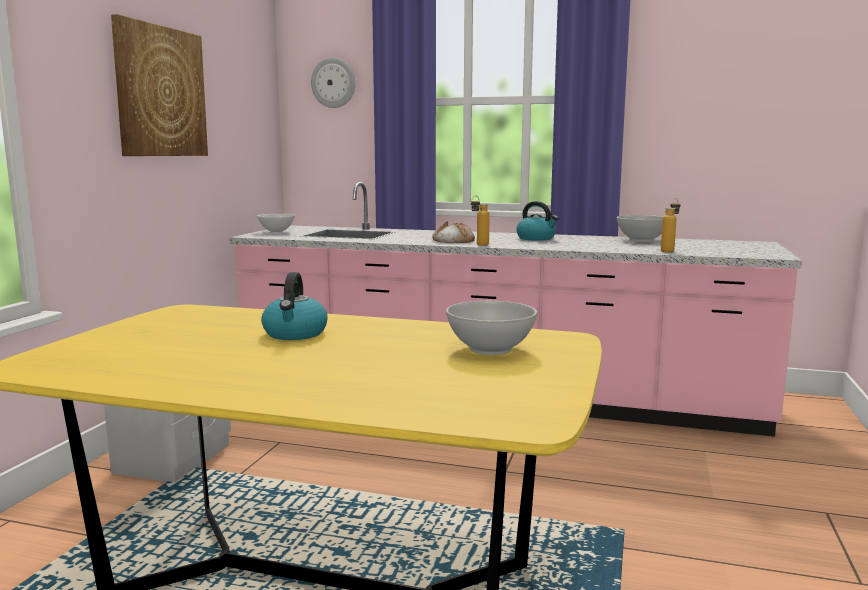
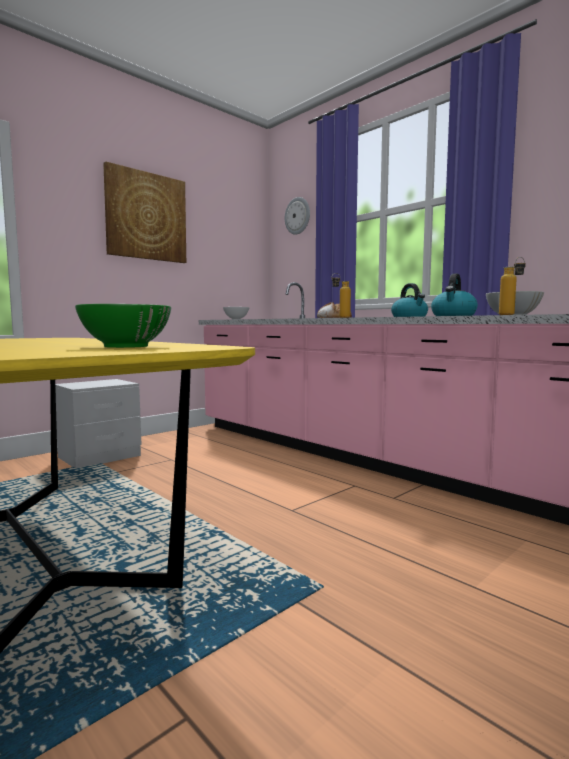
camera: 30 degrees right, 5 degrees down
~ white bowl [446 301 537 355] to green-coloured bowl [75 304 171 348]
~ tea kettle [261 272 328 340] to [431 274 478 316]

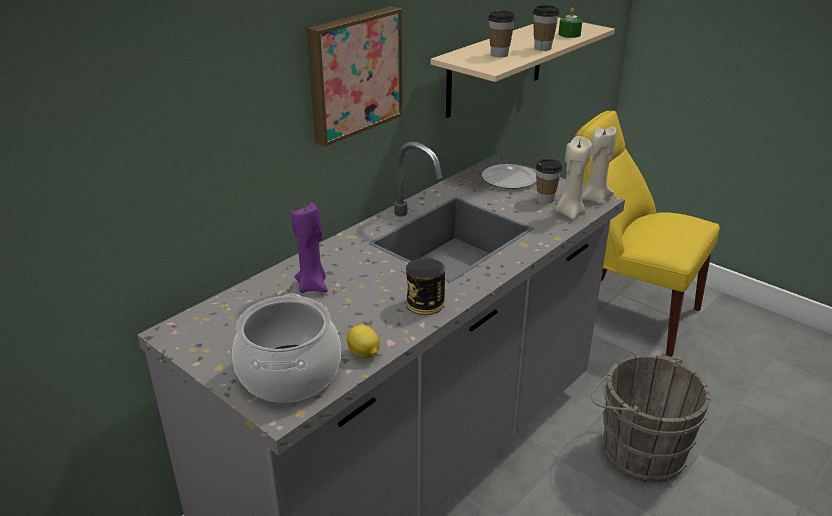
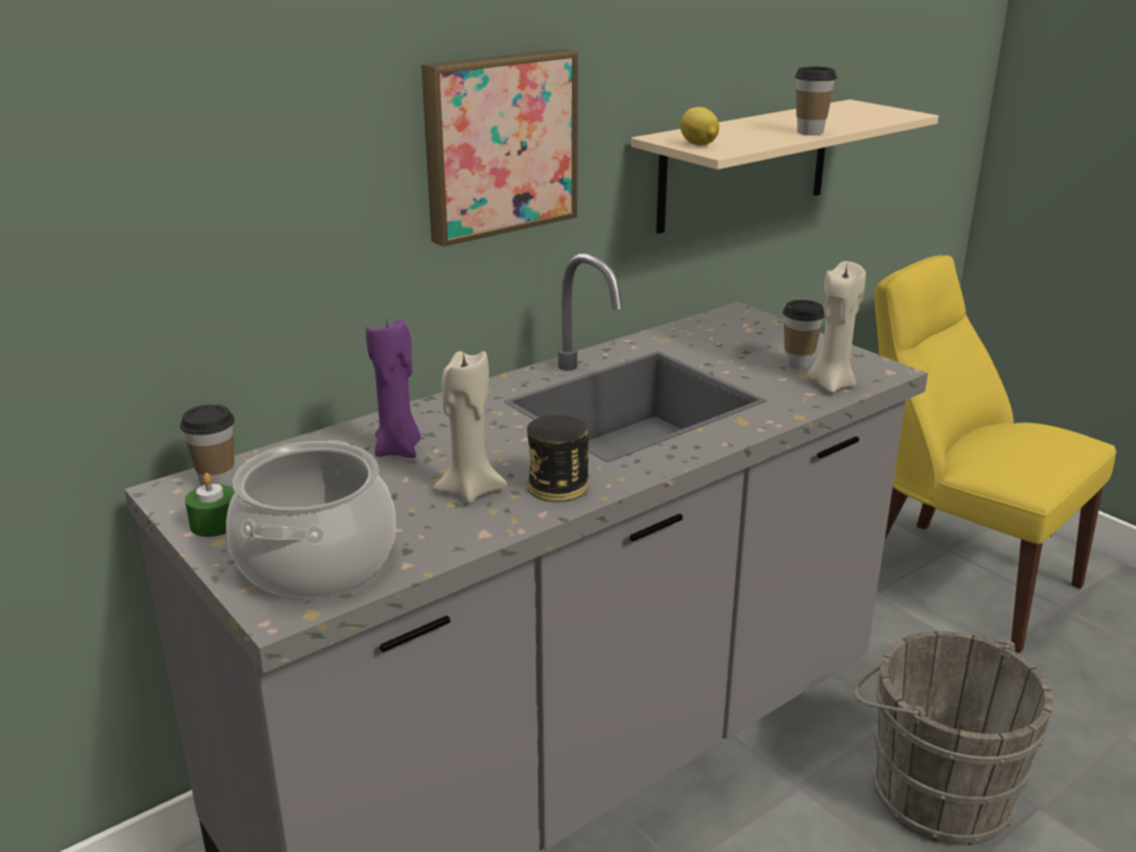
camera: 10 degrees right, 5 degrees down
~ cup [488 11 515 57] to [180 404 235 486]
~ green-coloured wax light [558 7 582 38] to [185 473 235 537]
~ beige wax light [582 126 617 204] to [433 350 507 503]
~ lemon [347 325 380 358] to [680 107 719 146]
- flat dish [482 164 536 189]

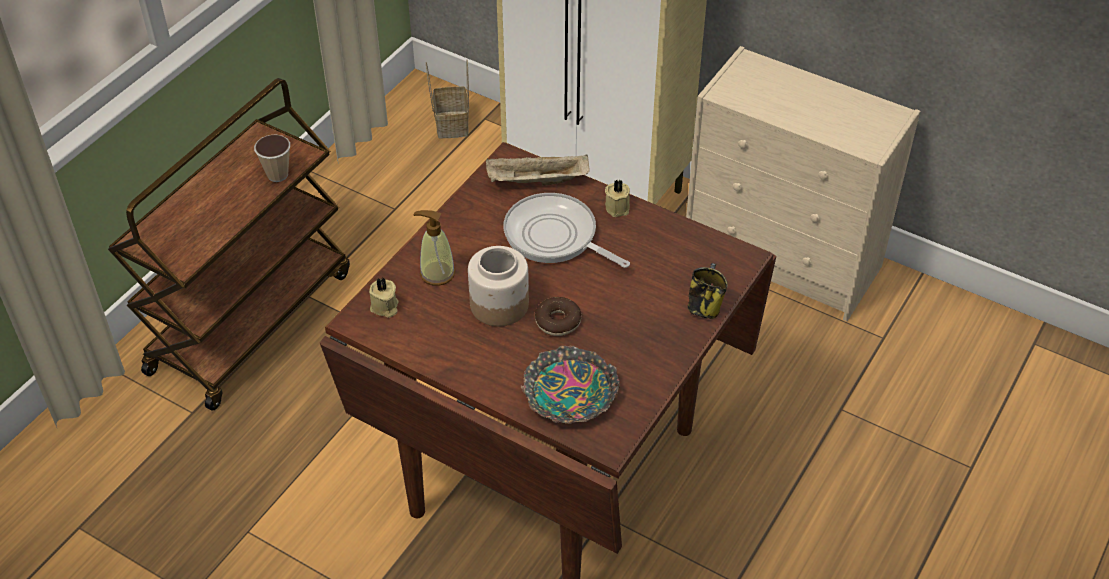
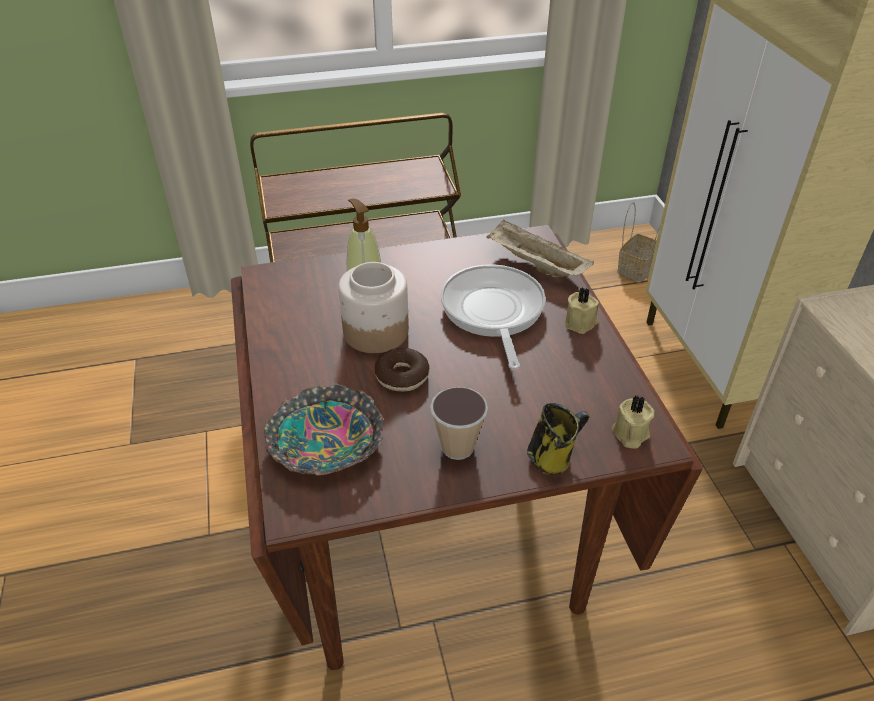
camera: 45 degrees right, 5 degrees down
~ cup [254 134 290 182] to [430 387 488 460]
~ beige wax light [369 278 399 318] to [612 395 654 449]

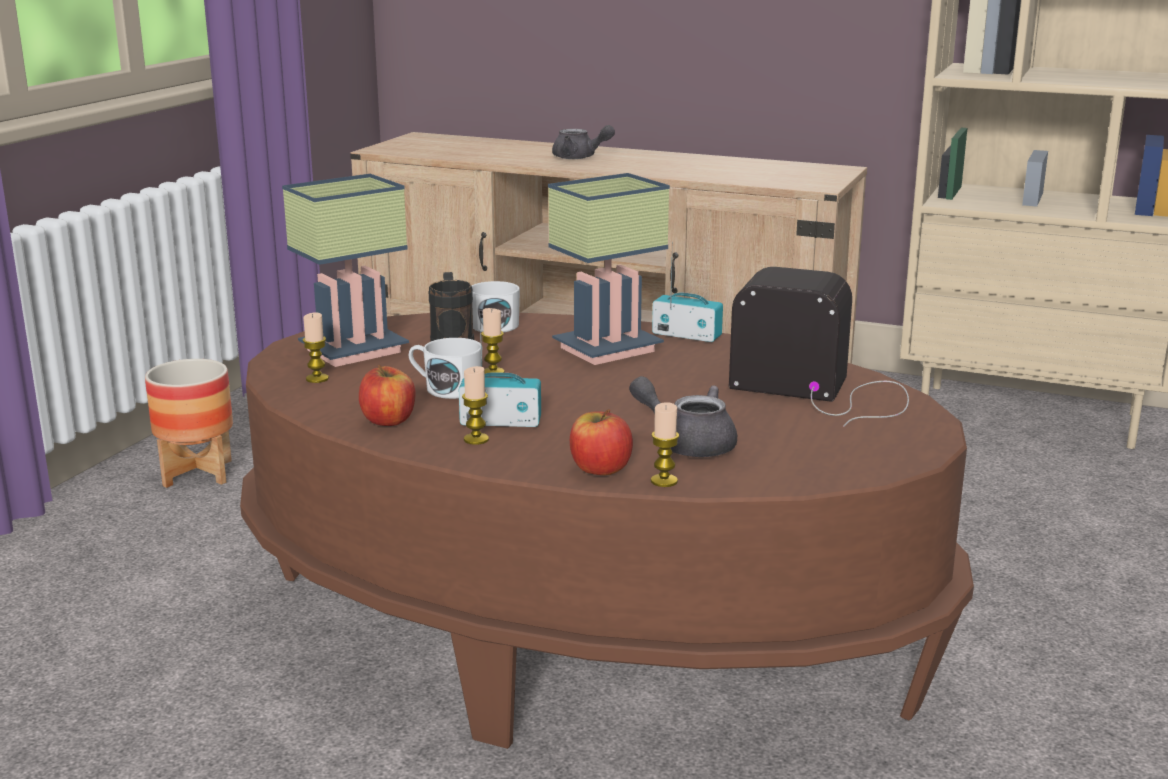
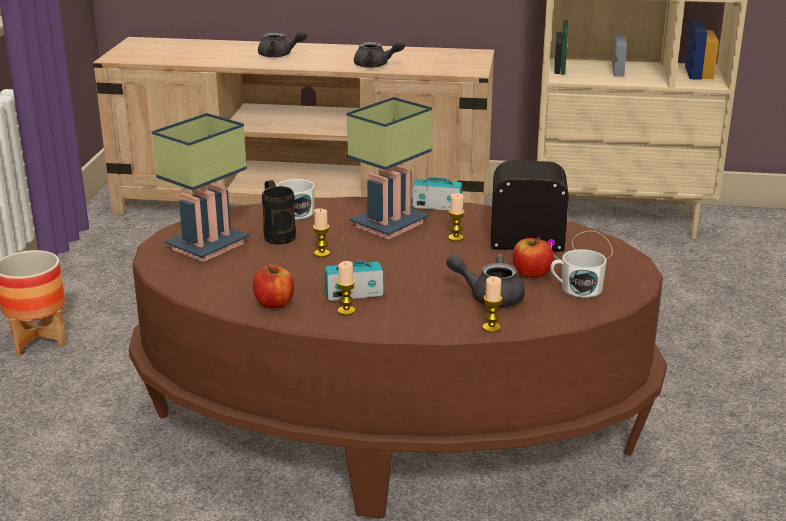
camera: 15 degrees left, 5 degrees up
+ gray pot for tea [354 39 405 68]
~ wax light [303 312 329 383] to [448 193 465 241]
~ apple fruit [570 409 633 475] to [513 237 554 278]
~ white coffee mug [409 338 481 399] to [550 249 607 298]

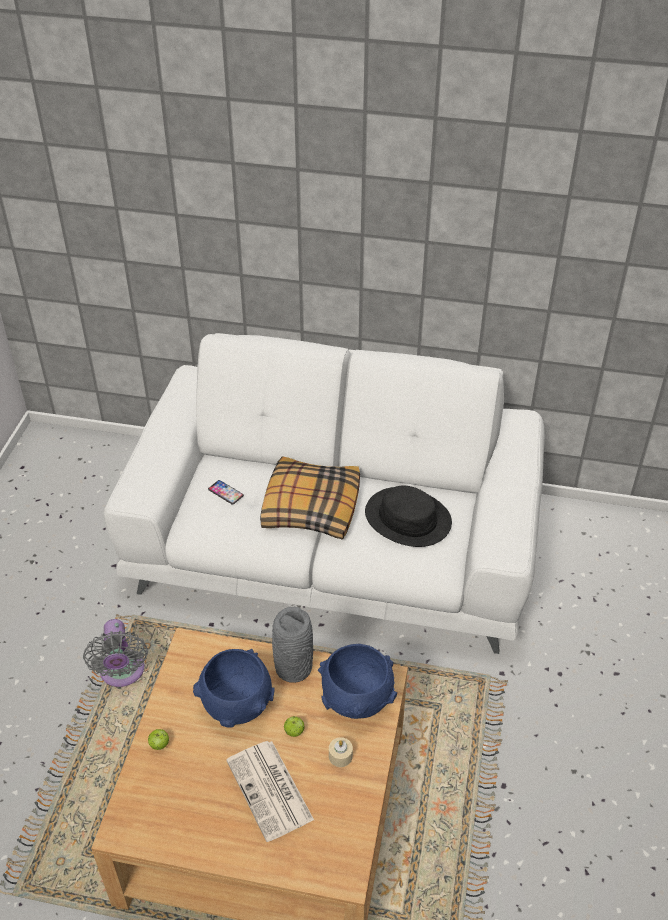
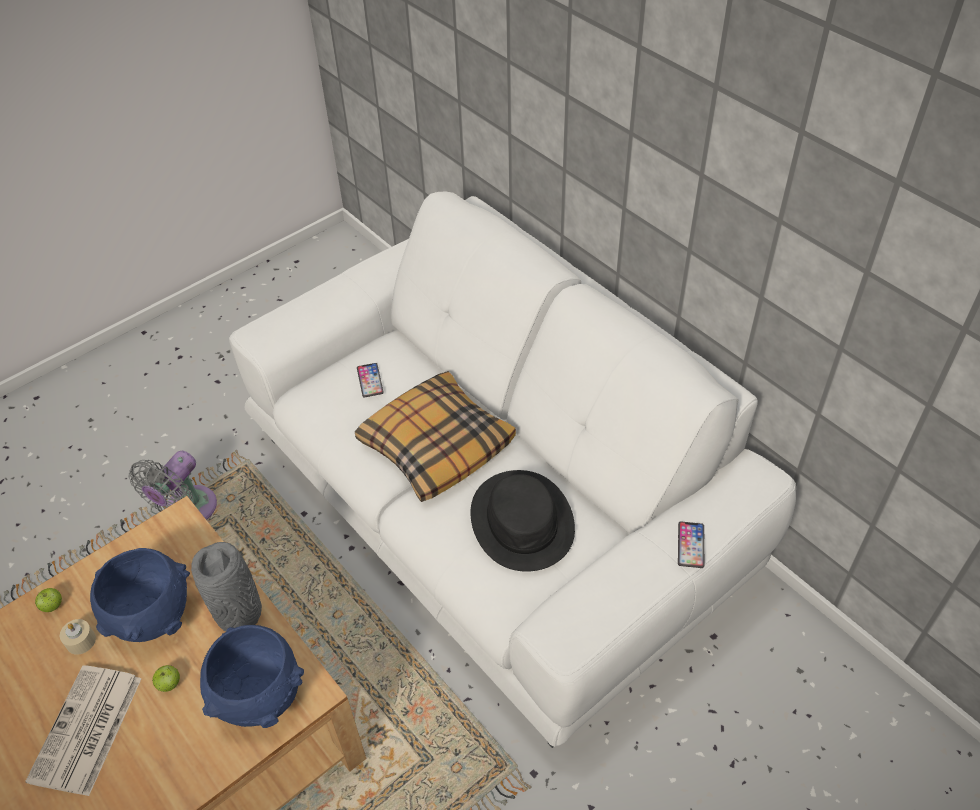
camera: 40 degrees right, 5 degrees up
~ beige wax light [329 737 353 767] to [60 619 96 655]
+ handset [678 522 704 568]

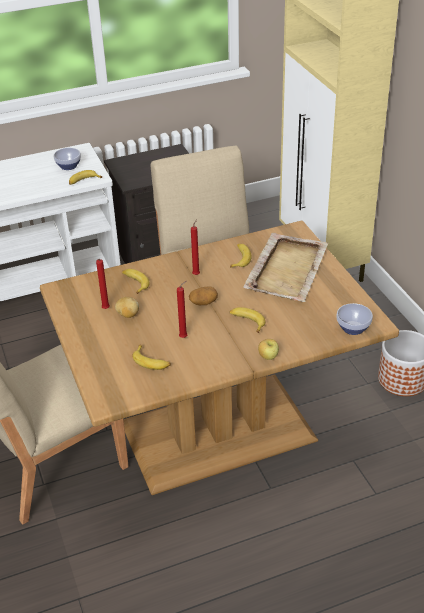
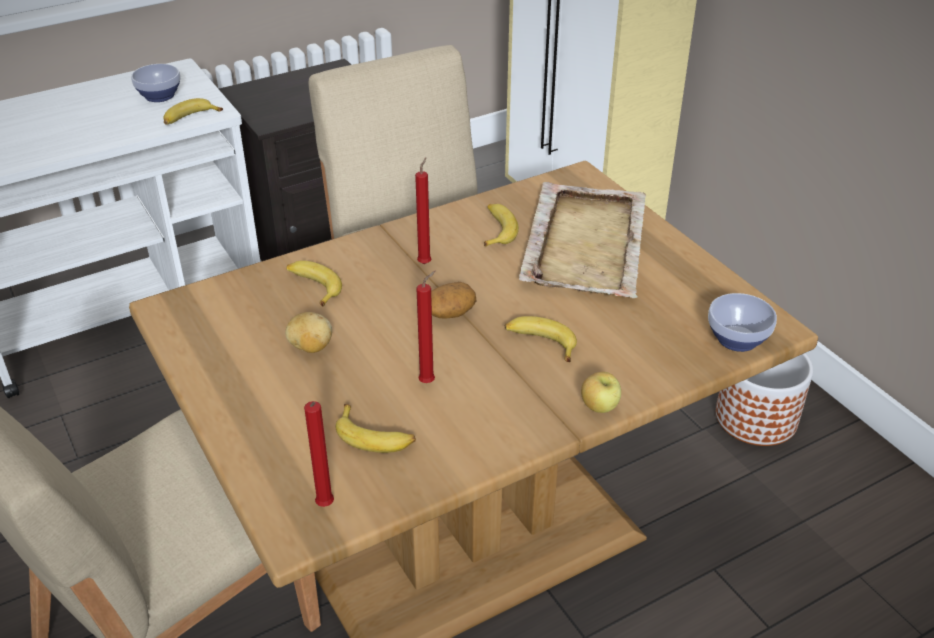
camera: 10 degrees left, 0 degrees up
~ red wax light [96 259 110 309] to [304 401 334 507]

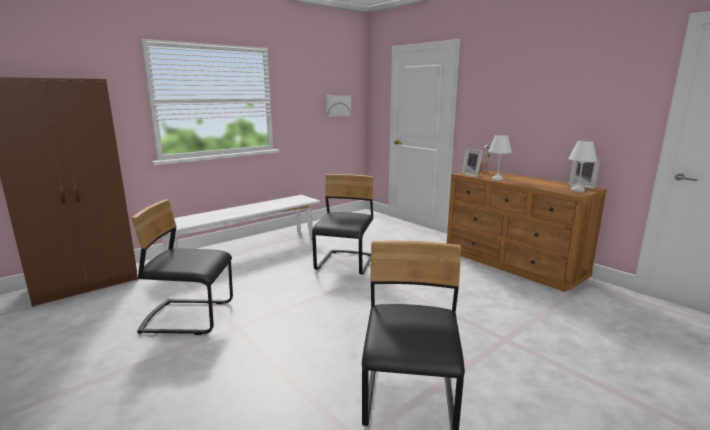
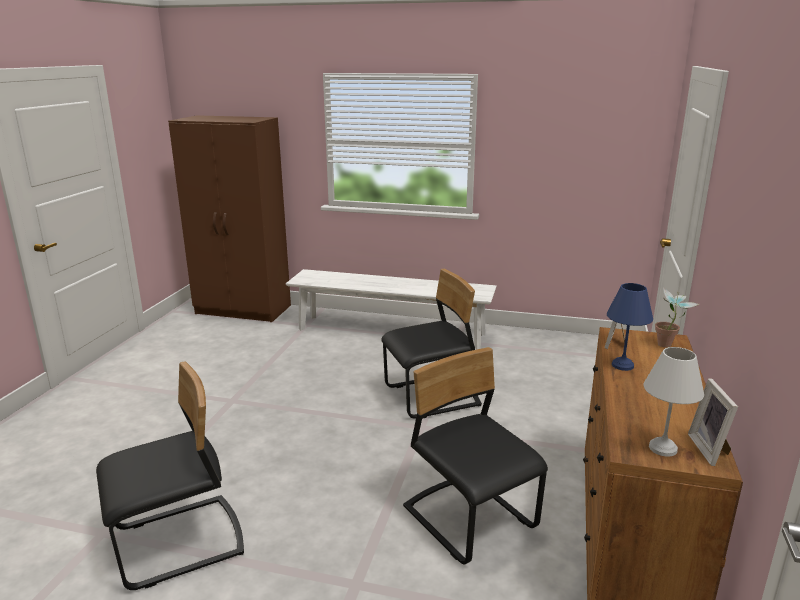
camera: 55 degrees right, 5 degrees up
~ blackish upright chair [132 200 233 335] to [403 347 548 564]
~ white lamp for a table [488 135 512 181] to blue lamp for a table [607 283 653 371]
- wall picture [325 95 351 117]

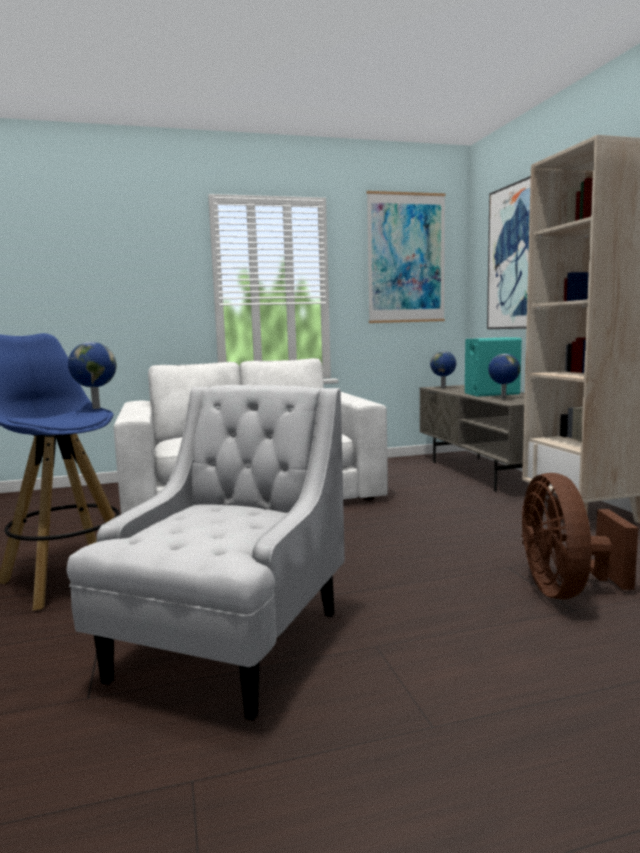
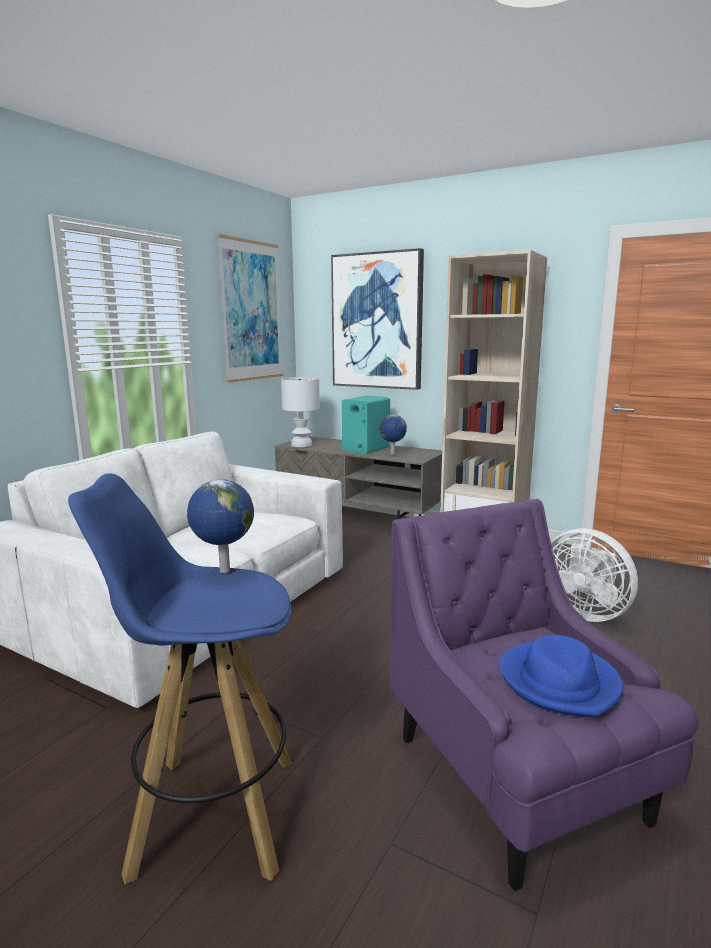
camera: 45 degrees left, 5 degrees up
~ globe [430 351 456 389] to white lamp for a table [281 377 320 447]
~ white armchair [67 385 345 720] to purplish armchair [390 499 699 891]
+ blue clothing hat [500 635 623 718]
~ brownish electric fan [521 473 638 599] to white electric fan [551 528 638 622]

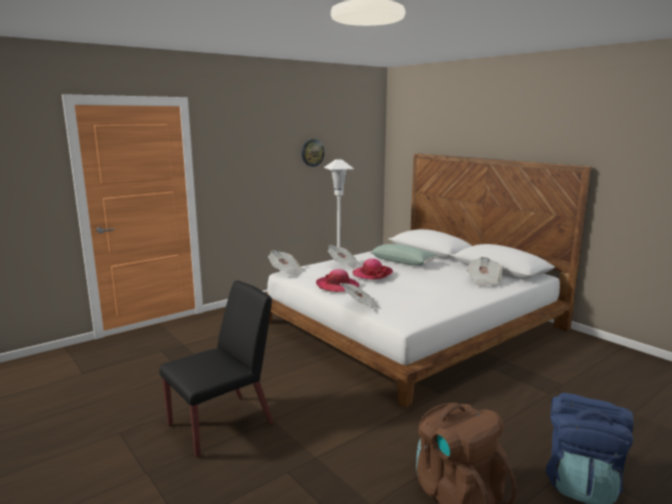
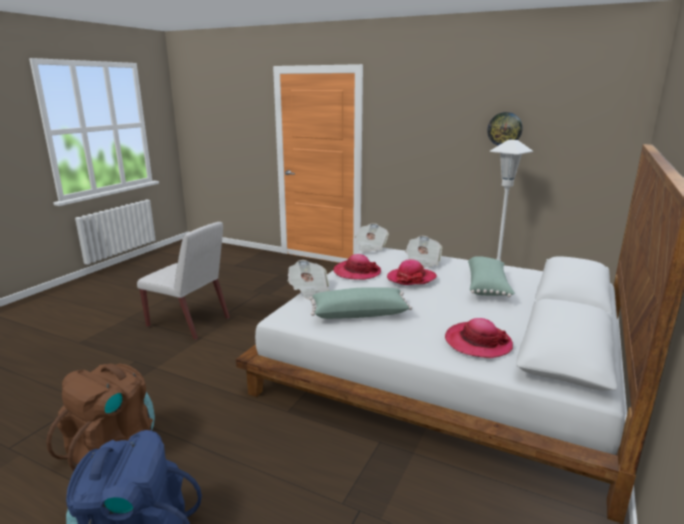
camera: 65 degrees right, 5 degrees up
~ blackish upright chair [159 280 274 458] to white upright chair [137 222 230 340]
+ green-coloured throw pillow [309 288 412 319]
~ daily paper [467 257 503 287] to clothing hat [445 318 513 358]

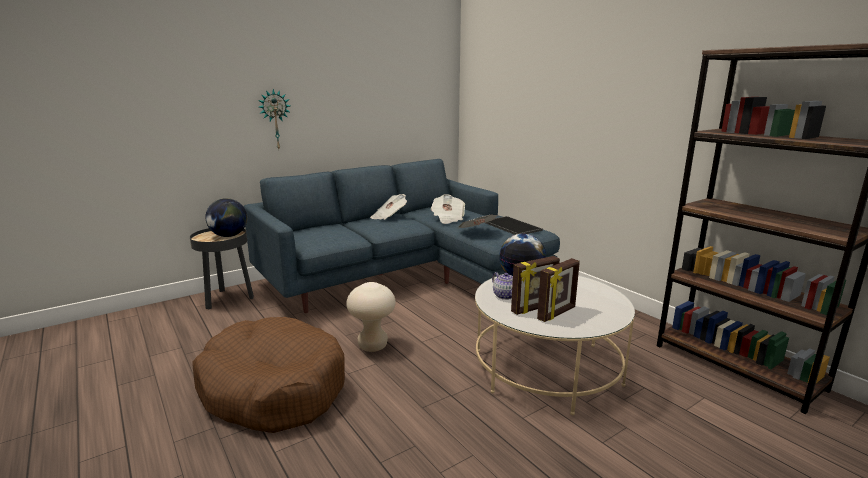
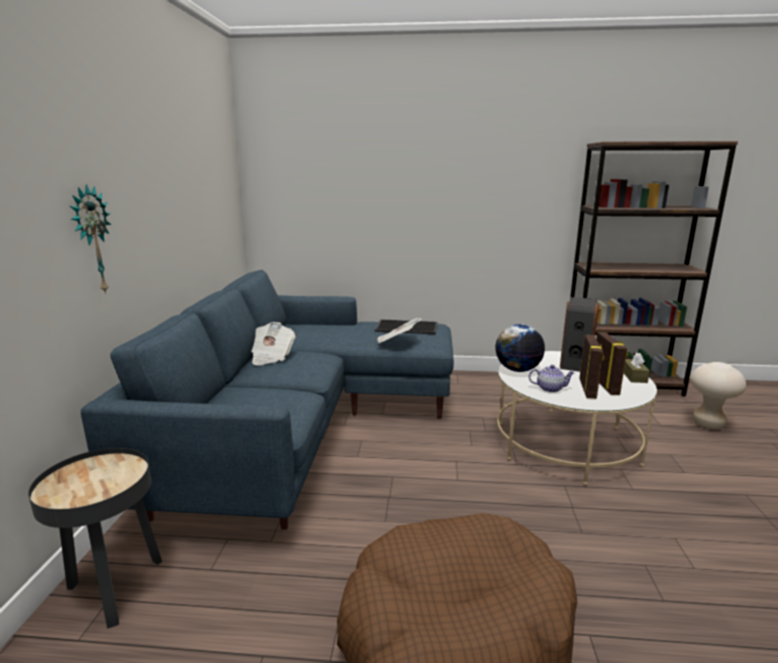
camera: 50 degrees left, 0 degrees up
+ audio speaker [560 297 599 372]
+ brownish box of tissues [624 353 650 383]
~ beige sitting stool [346 282 396 352] to [691 362 746 429]
- globe [205 198 247 237]
- daily paper [431 194 465 224]

